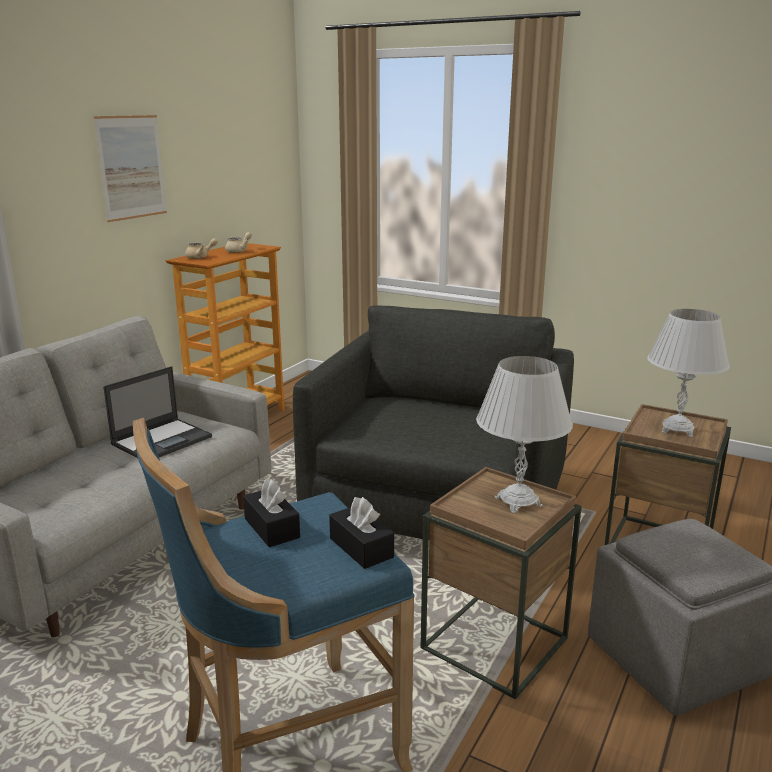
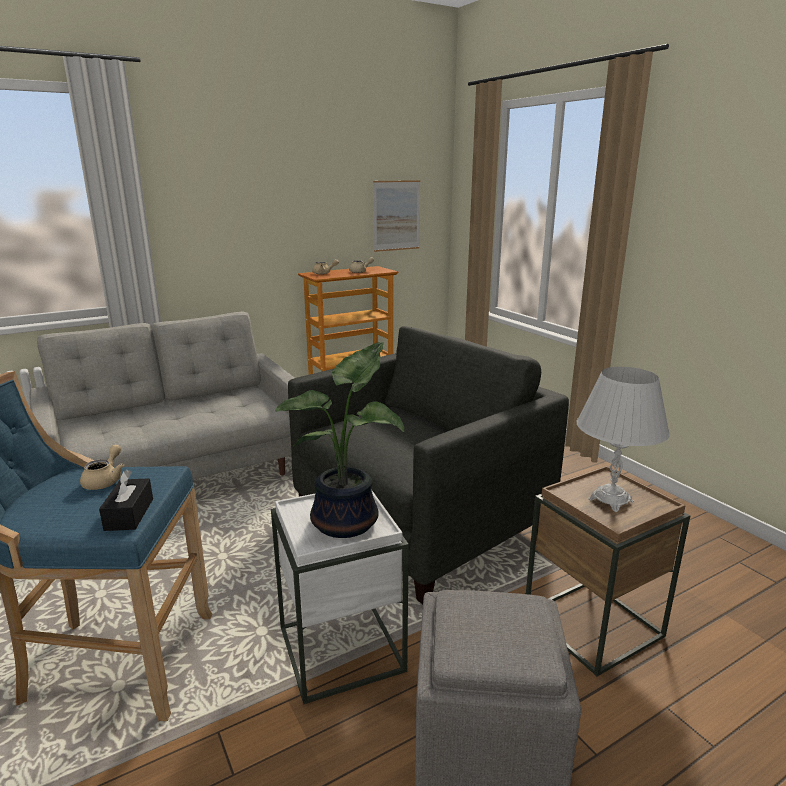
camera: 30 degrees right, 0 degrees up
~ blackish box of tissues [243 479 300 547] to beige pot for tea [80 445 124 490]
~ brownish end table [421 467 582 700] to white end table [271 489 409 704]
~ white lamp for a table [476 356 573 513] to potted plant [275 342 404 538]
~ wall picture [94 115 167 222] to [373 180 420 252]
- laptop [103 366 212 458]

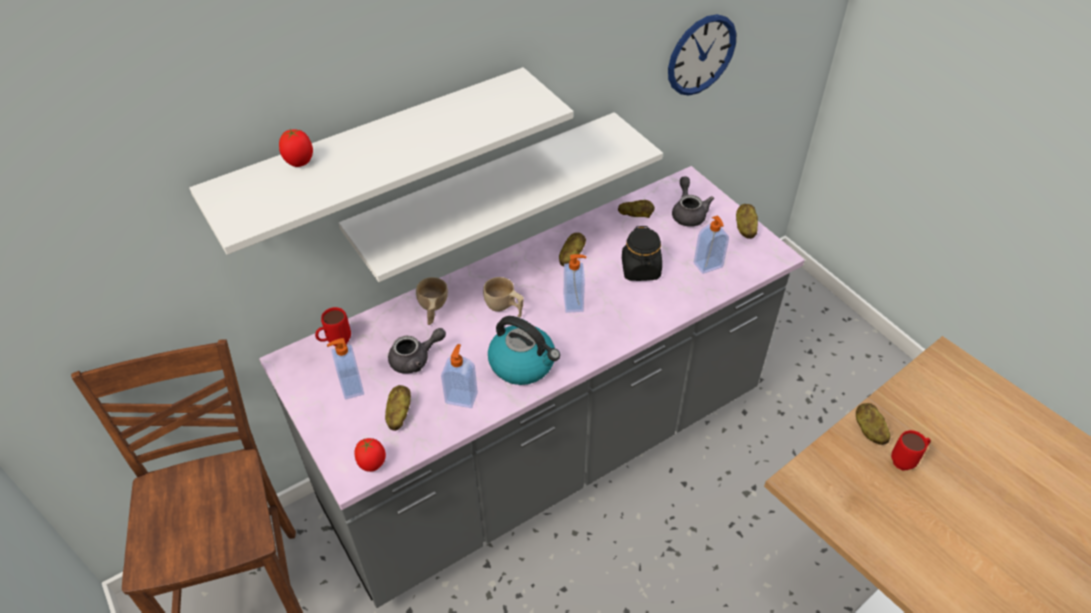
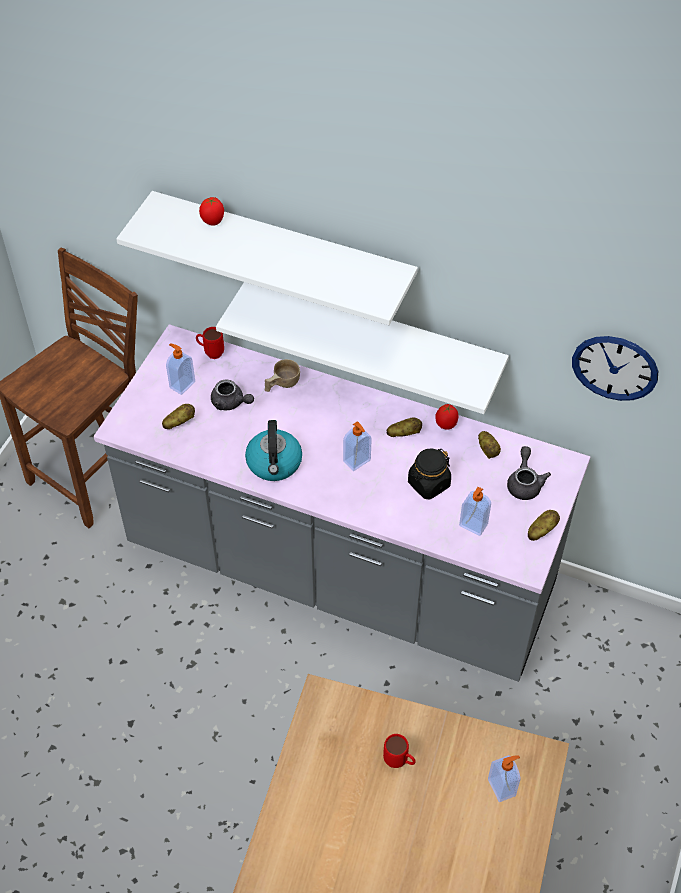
camera: 55 degrees right, 5 degrees up
~ whole tomato [354 438 386 472] to [435 404 459 430]
~ soap dispenser [441 344 478 408] to [488 755 520 802]
~ gray pot for tea [672 176 714 227] = [507 446 551 500] 45 degrees counterclockwise
- beige cup [483 277 524 318]
- spud [856 403 891 445]

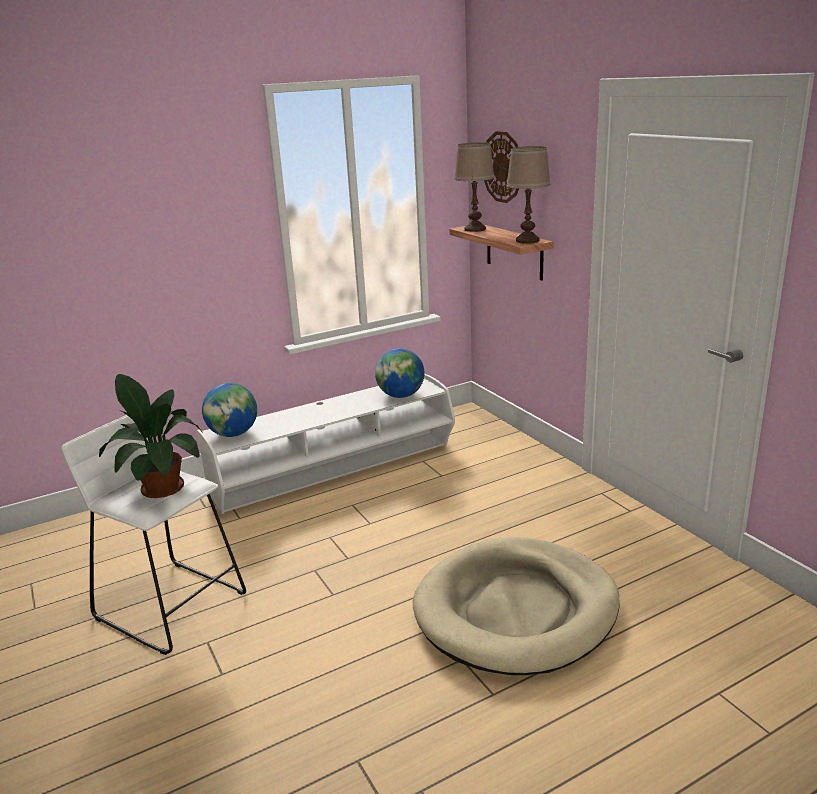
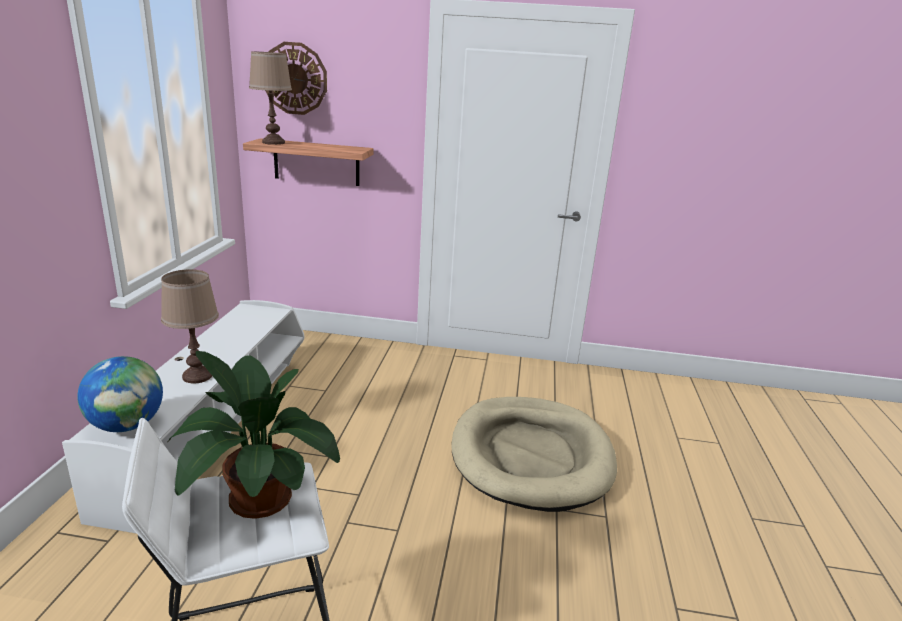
camera: 55 degrees left, 0 degrees up
~ brownish lamp for a table [506 146 551 244] to [161 269 219 384]
- globe [375 348 424 398]

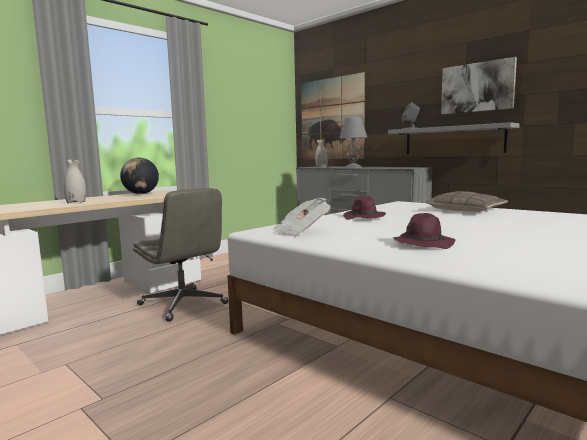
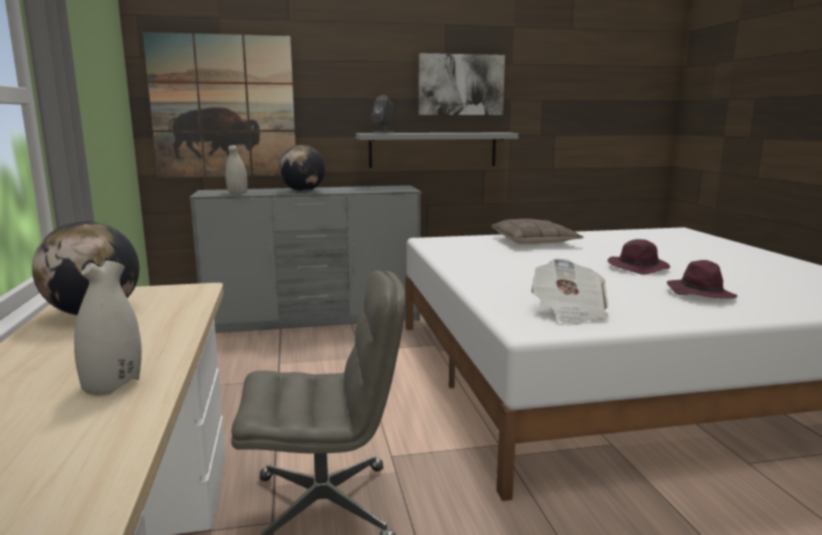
camera: 55 degrees left, 5 degrees up
~ gray lamp for a table [340 117 367 168] to globe [279 145 325 191]
~ purplish clothing hat [343 196 386 220] to [607 239 670 274]

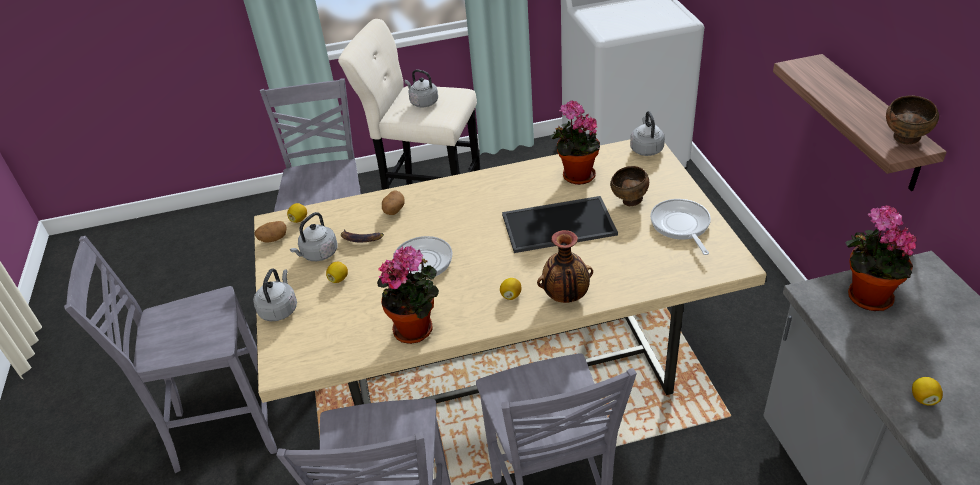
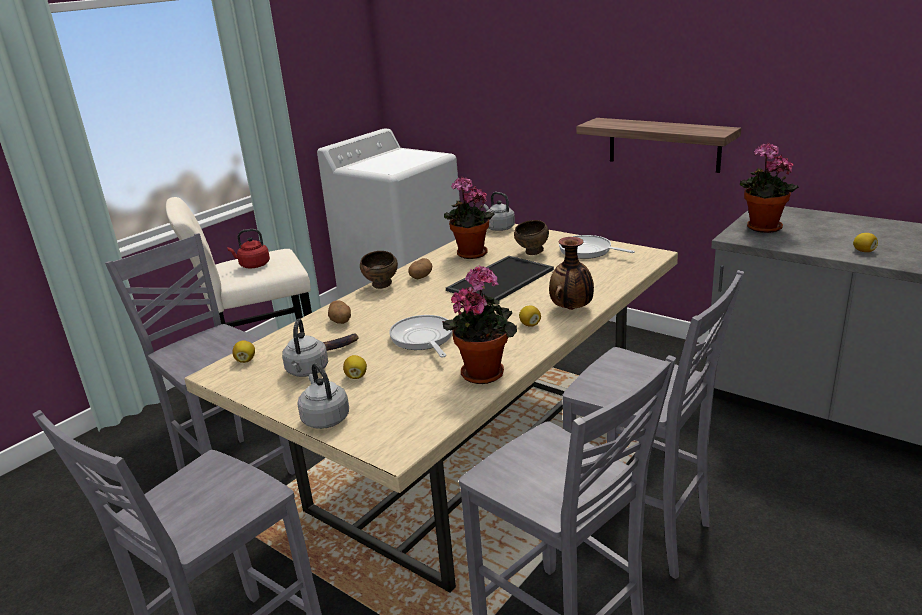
camera: 40 degrees left, 15 degrees down
~ gray tea kettle [405 69 438 107] to red tea kettle [227 229 270 268]
~ brownish bowl [886 95 939 144] to [360 251 398 289]
~ spud [255 221 287 243] to [409 258 432 279]

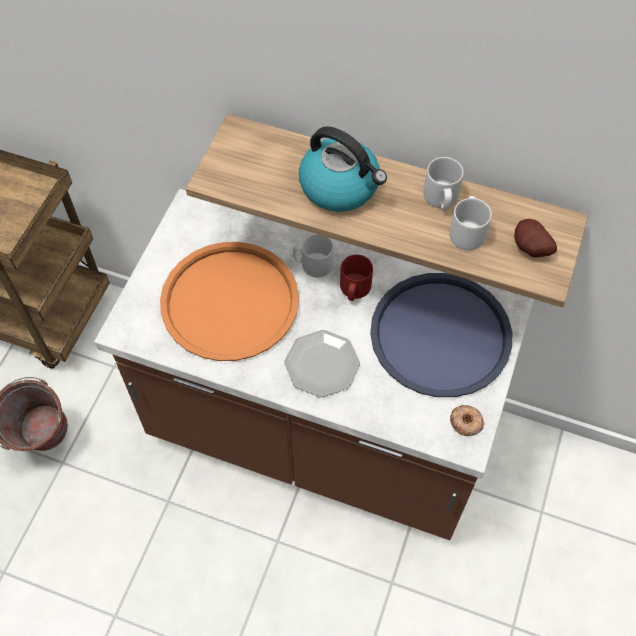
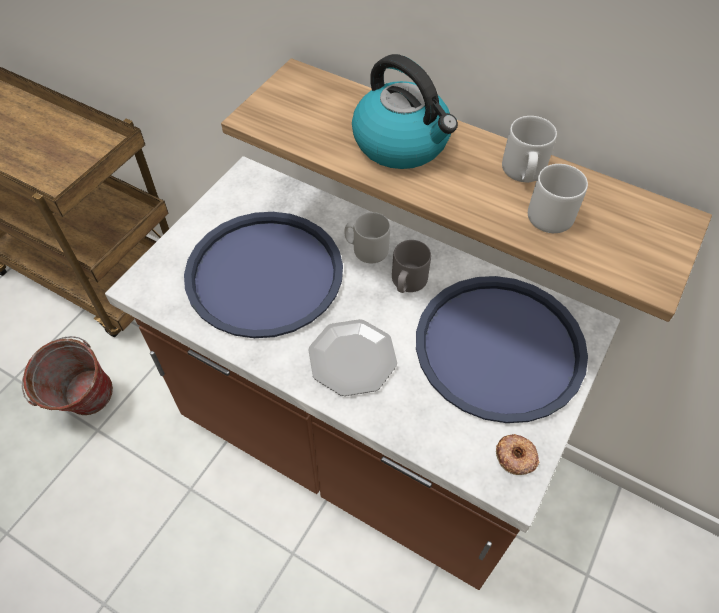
camera: 10 degrees right, 5 degrees down
~ orangey carrying tray [160 242 299 361] to blue carrying tray [184 212 343 338]
~ red coffee mug [340 254 373 301] to gray coffee mug [392 240 431 293]
- spud [514 219 557 258]

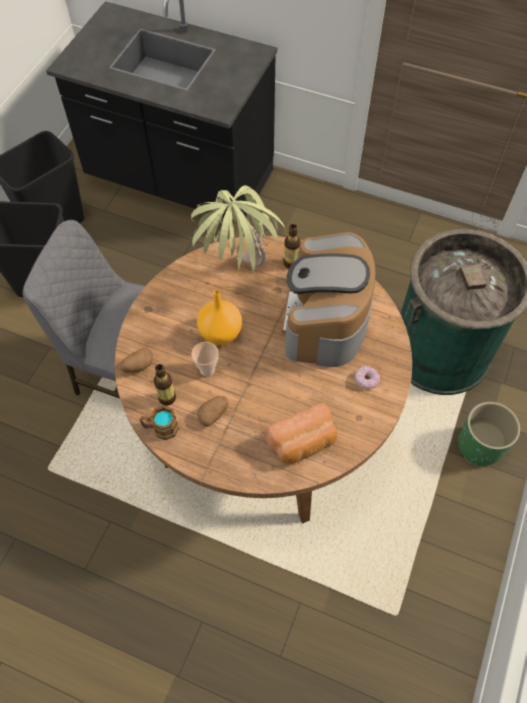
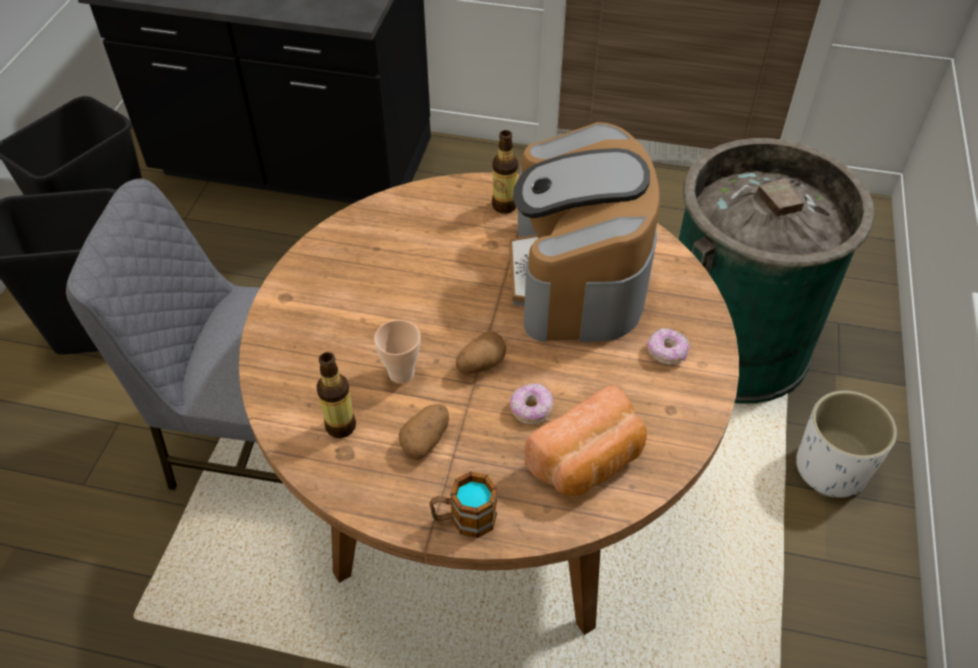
camera: 10 degrees left, 10 degrees down
~ coffee mug [140 406 179 440] to [429 471 497 538]
~ spud [120 348 153 373] to [456 331 506 374]
+ doughnut [510 383 553 425]
~ green-coloured plant pot [458 402 520 466] to white plant pot [796 390 897 498]
- potted plant [191 185 285 274]
- orangey vase [197 290 242 345]

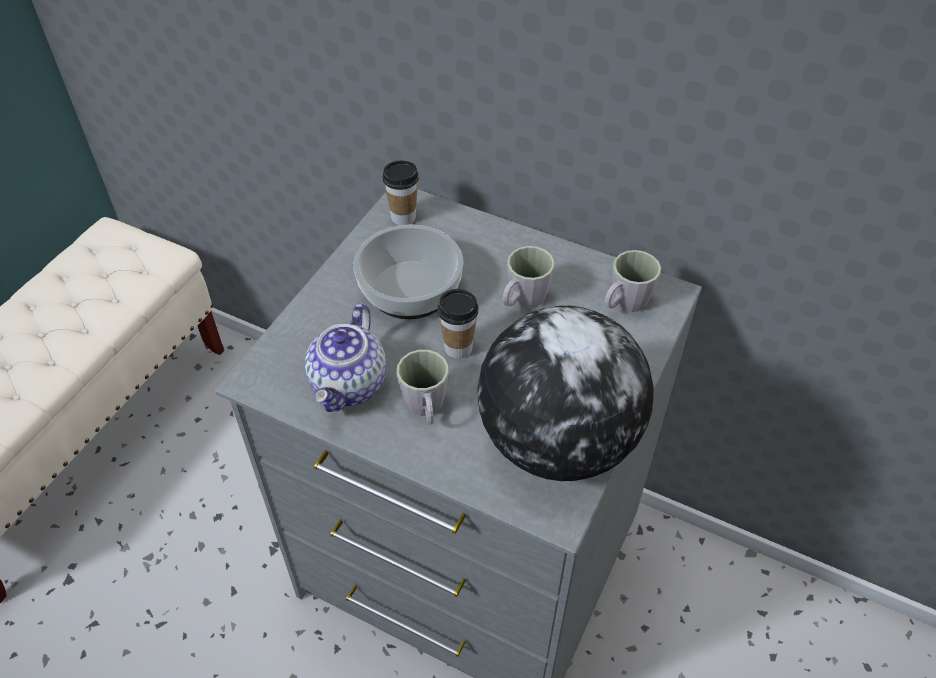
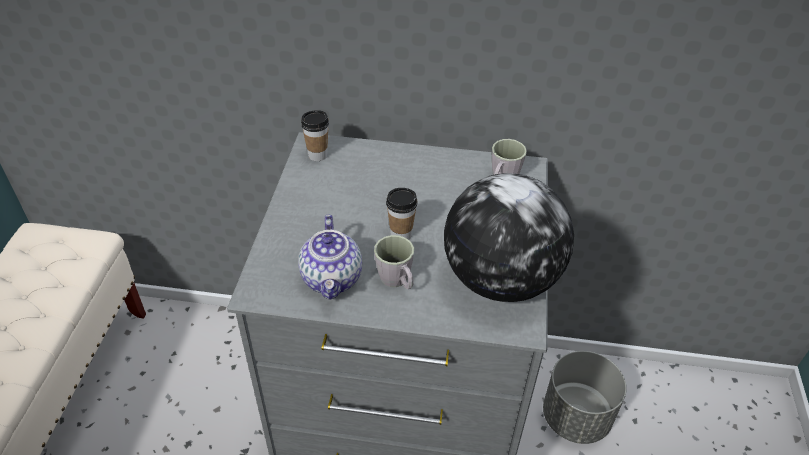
camera: 20 degrees left, 5 degrees down
+ gray plant pot [543 351 627 444]
- bowl [354 224 463 319]
- gray coffee mug [503 246 555 308]

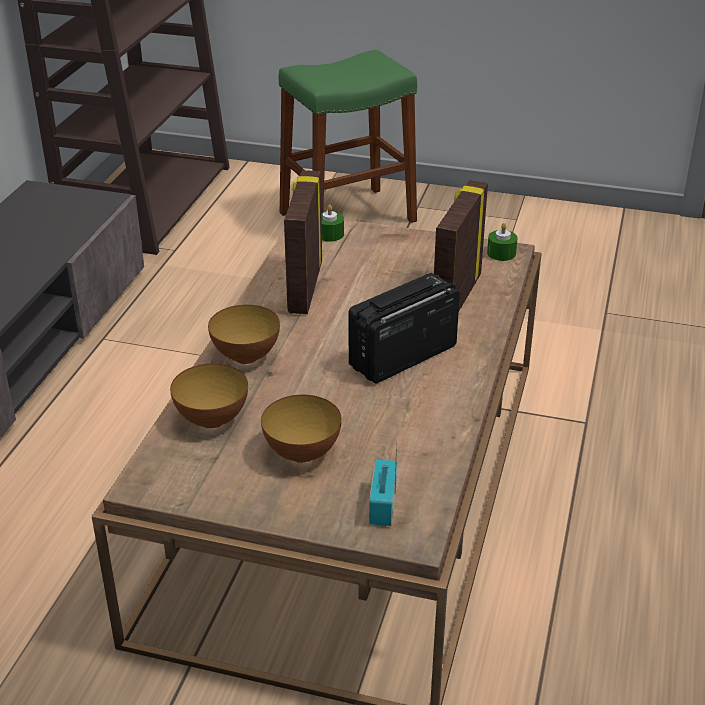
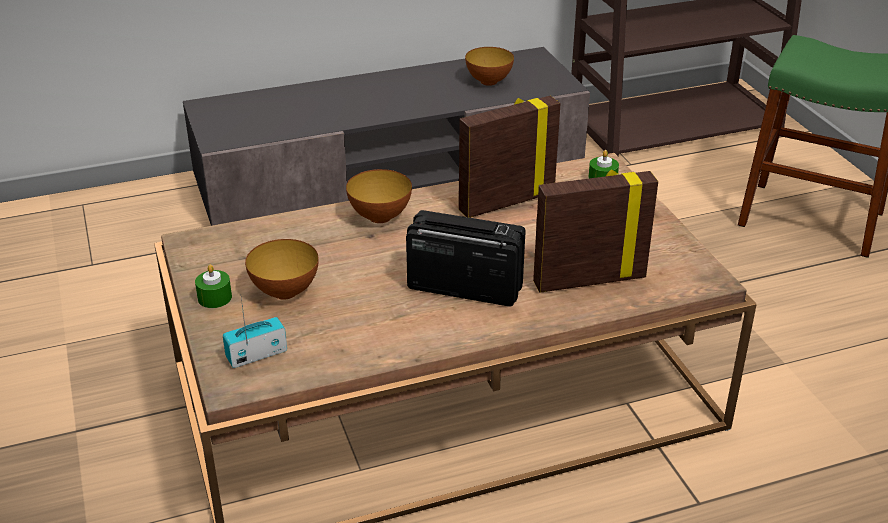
camera: 55 degrees right, 0 degrees up
~ green-coloured wax light [487 223 518 261] to [195 265 232 308]
~ bowl [170 363 248 428] to [465 47 514 86]

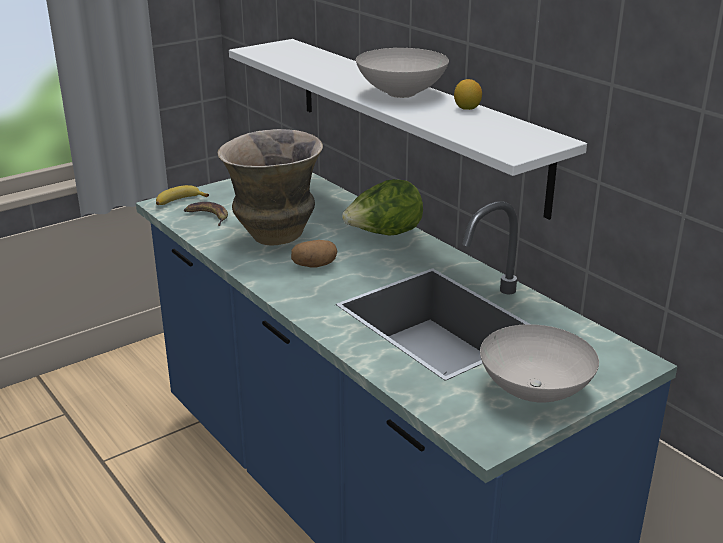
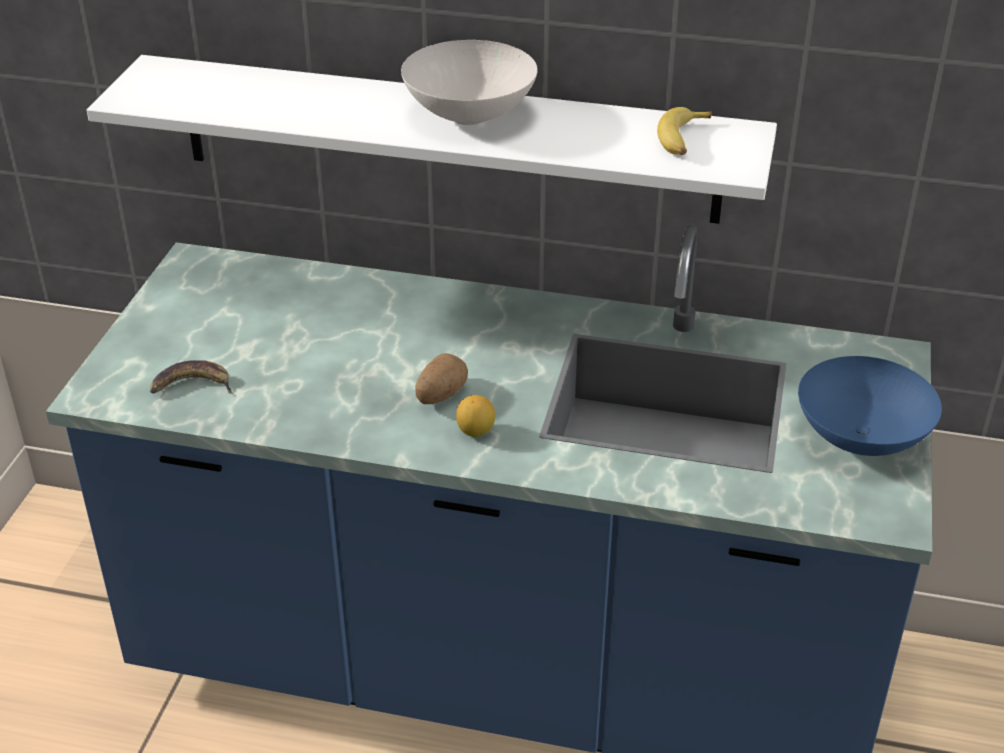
camera: 40 degrees left, 10 degrees up
~ lemon [454 79 482 110] to [456 395 495 437]
~ whole banana [156 185 209 205] to [657 107 712 155]
~ white bowl [480 324 599 403] to blue bowl [798 356 942 456]
- vase [218 129 323 246]
- lettuce [342 179 423 236]

